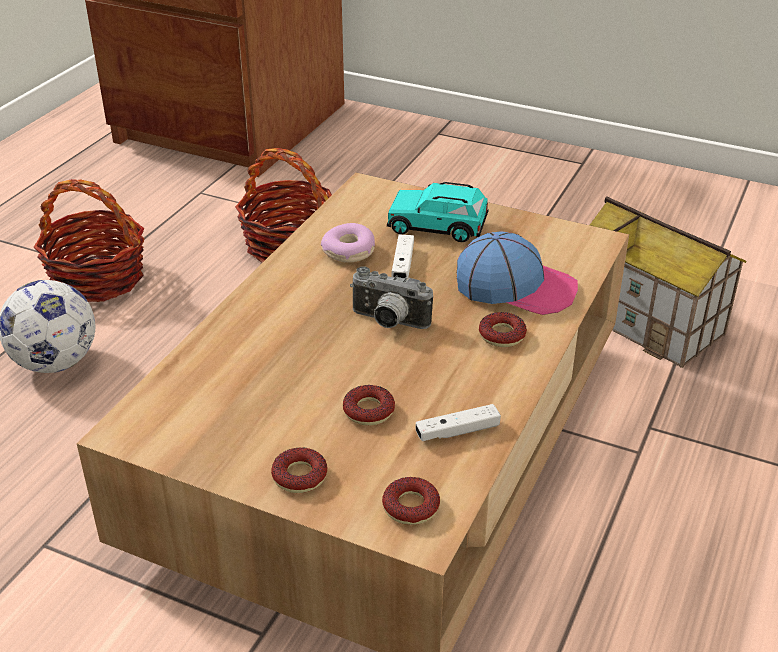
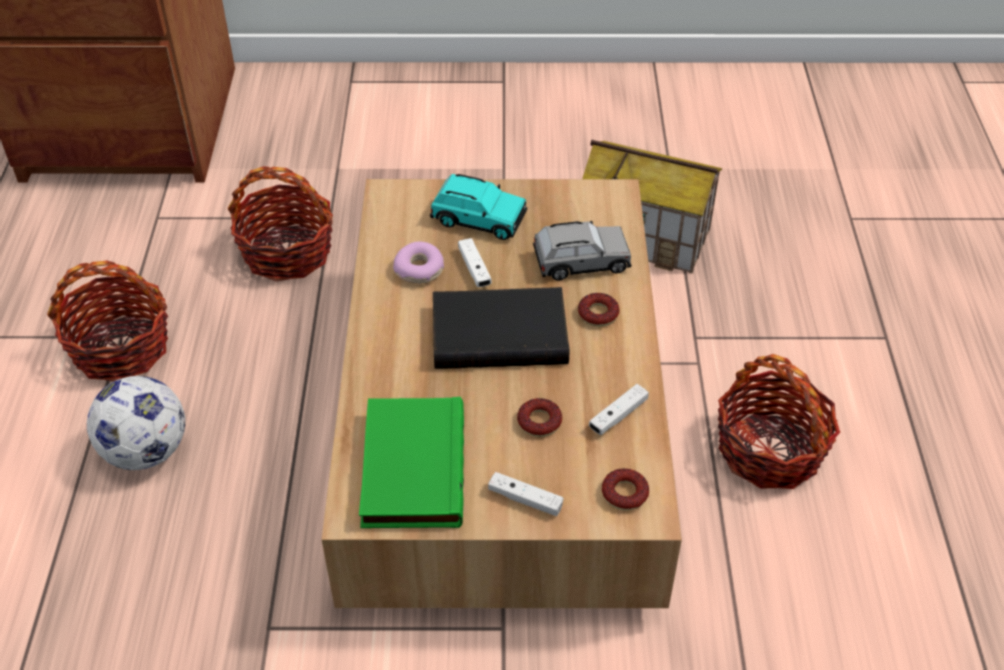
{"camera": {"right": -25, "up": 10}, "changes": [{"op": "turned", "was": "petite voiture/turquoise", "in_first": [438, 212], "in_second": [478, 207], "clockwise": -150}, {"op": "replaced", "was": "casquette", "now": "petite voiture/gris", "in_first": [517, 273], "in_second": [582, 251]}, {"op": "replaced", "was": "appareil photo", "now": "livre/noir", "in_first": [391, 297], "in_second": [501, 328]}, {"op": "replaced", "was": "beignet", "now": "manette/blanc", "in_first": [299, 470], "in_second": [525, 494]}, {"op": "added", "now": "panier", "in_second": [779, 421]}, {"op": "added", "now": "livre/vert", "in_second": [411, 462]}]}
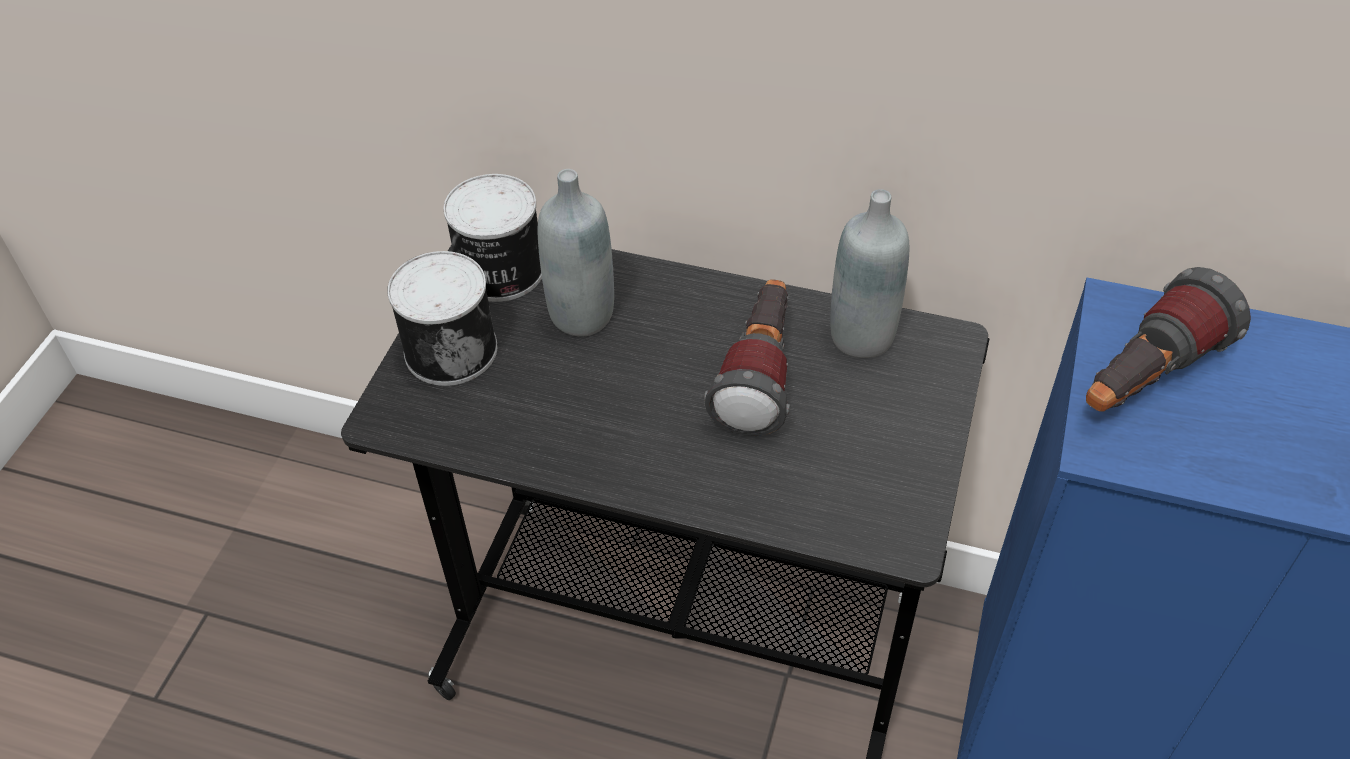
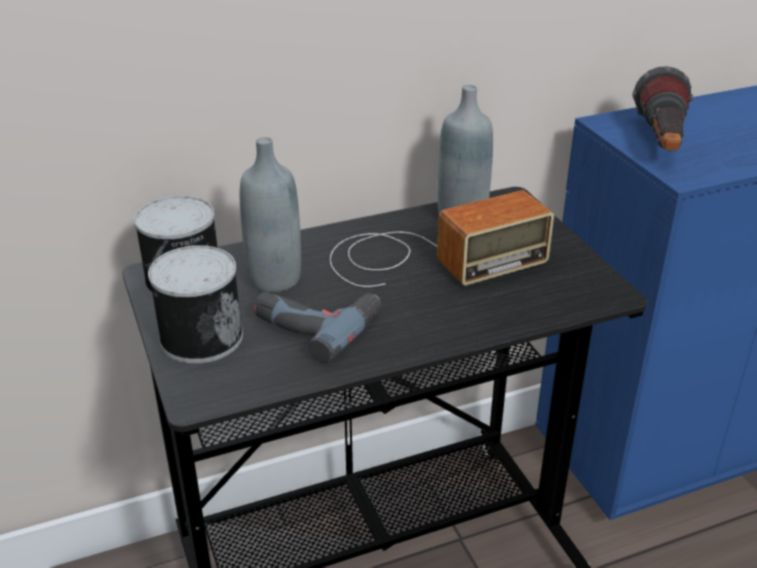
{"camera": {"right": -40, "up": -15}, "changes": [{"op": "replaced", "was": "lampe de poche", "now": "radio", "in_first": [747, 357], "in_second": [442, 238]}, {"op": "added", "now": "perceuse", "in_second": [317, 327]}]}
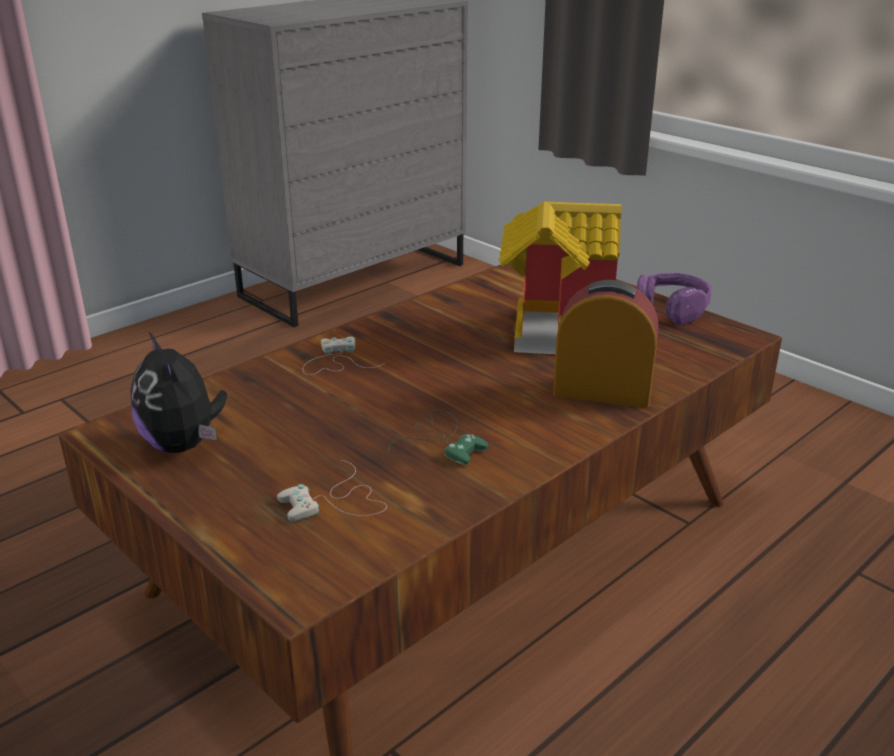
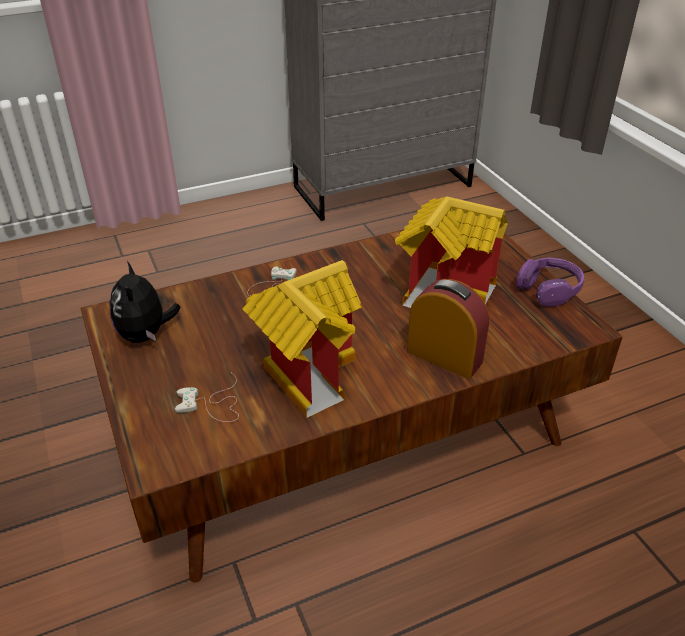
{"camera": {"right": 20, "up": 10}, "changes": [{"op": "replaced", "was": "manette/vert", "now": "maison miniature", "in_first": [438, 437], "in_second": [302, 338]}]}
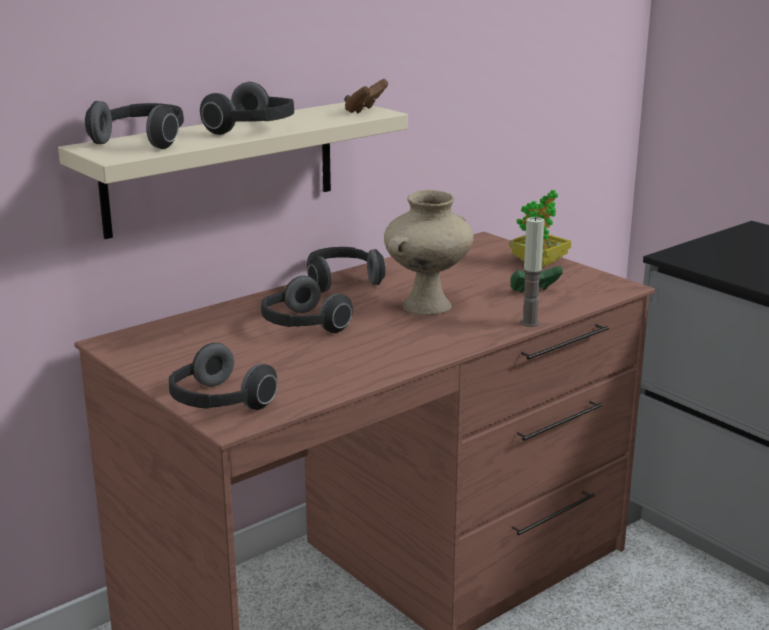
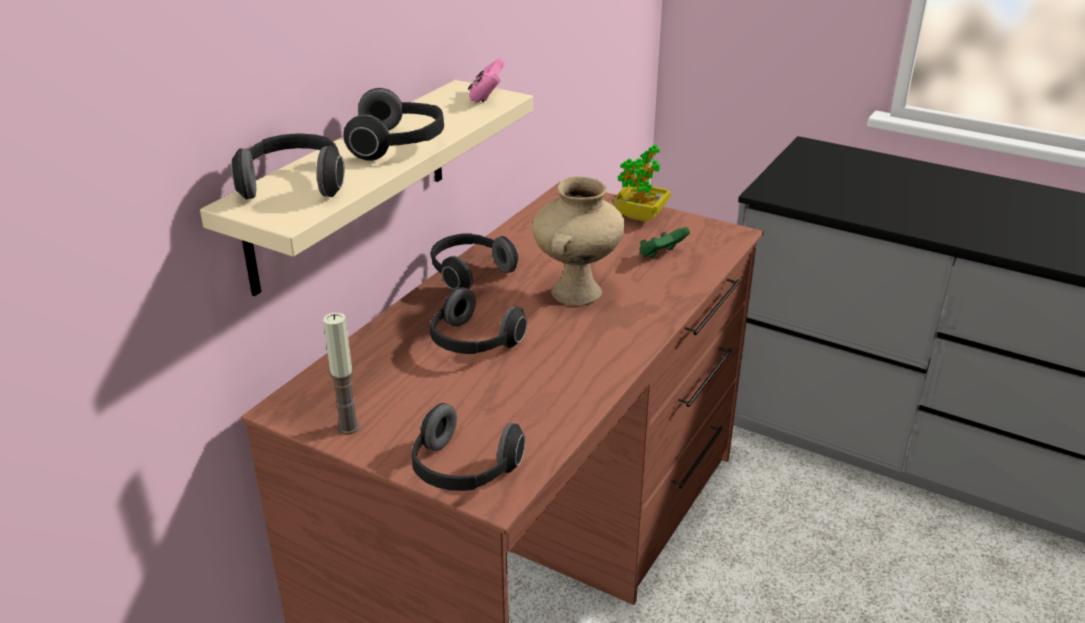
{"camera": {"right": -20, "up": 10}, "changes": [{"op": "recoloured", "was": "manette/marron", "now": "manette/rose", "in_first": [366, 96], "in_second": [486, 80]}, {"op": "moved", "was": "bougie", "in_first": [532, 271], "in_second": [341, 374]}]}
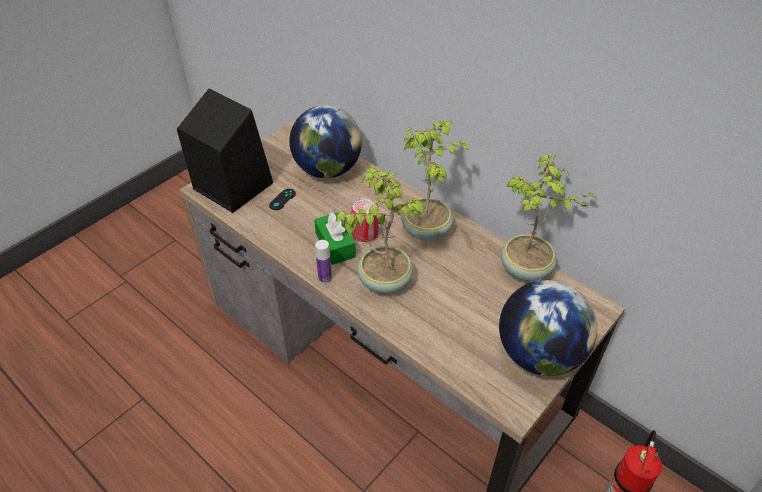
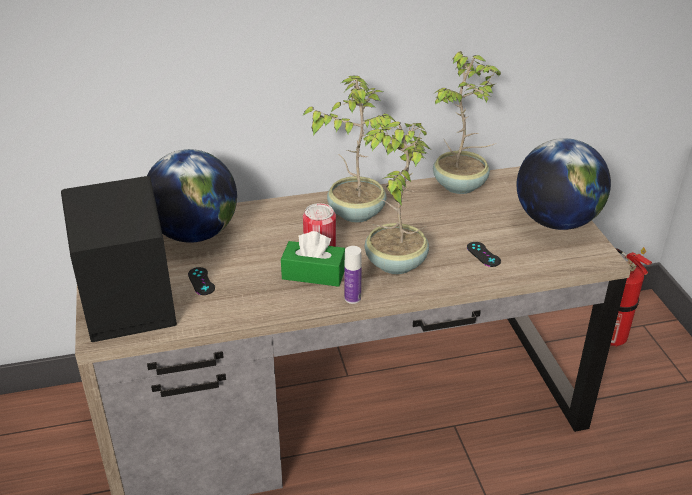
{"camera": {"right": -55, "up": -10}, "changes": [{"op": "added", "now": "manette/noir", "in_second": [484, 254]}]}
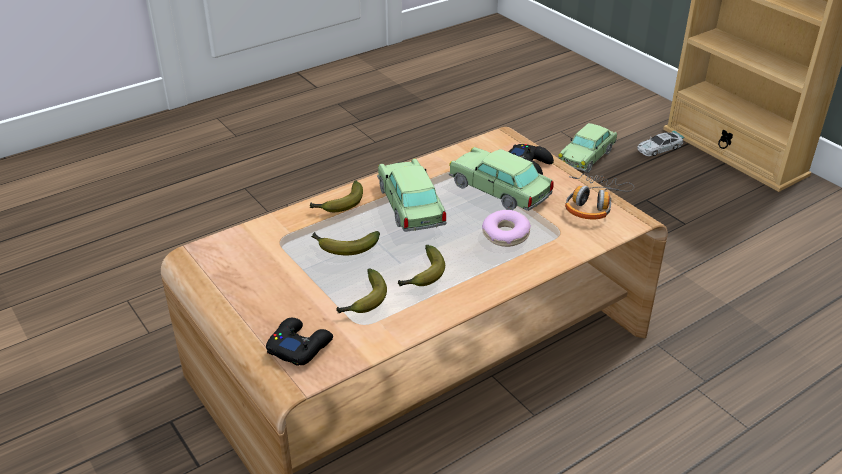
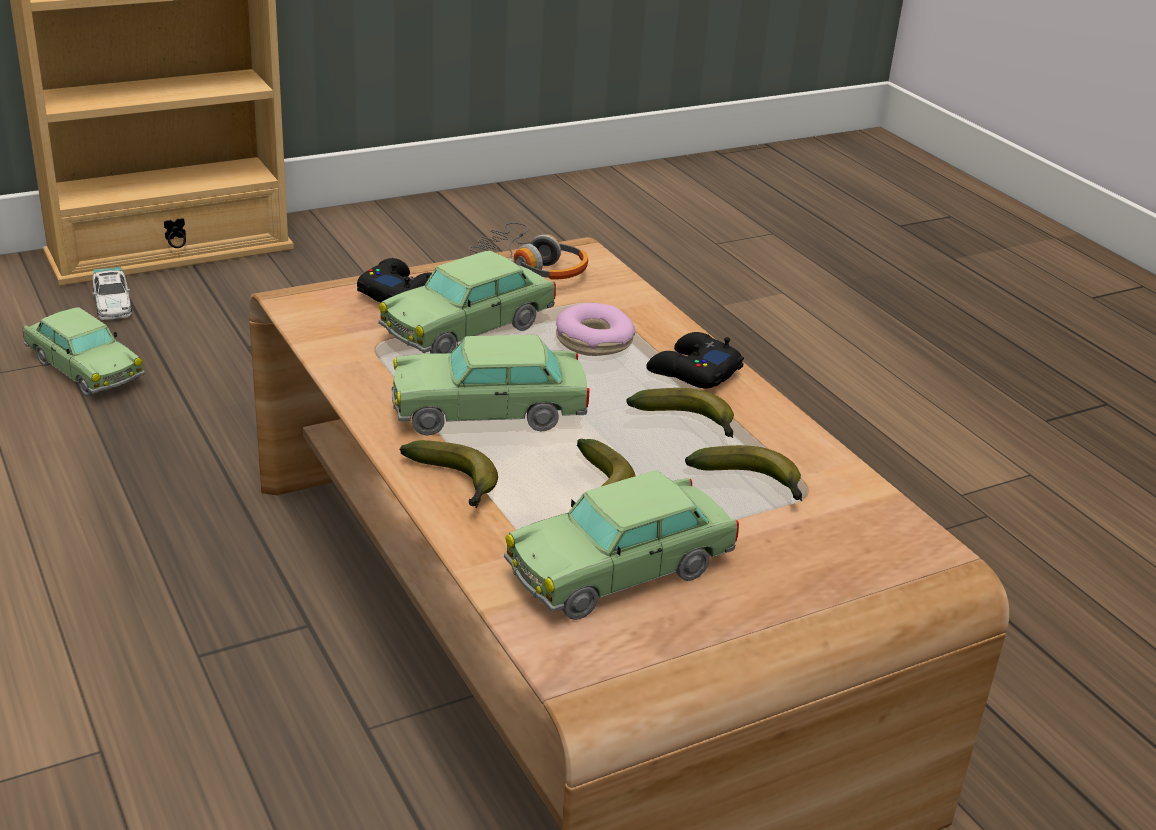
{"camera": {"right": -85, "up": -5}, "changes": [{"op": "moved", "was": "manette/noir", "in_first": [299, 342], "in_second": [695, 360]}, {"op": "added", "now": "petite voiture", "in_second": [621, 545]}]}
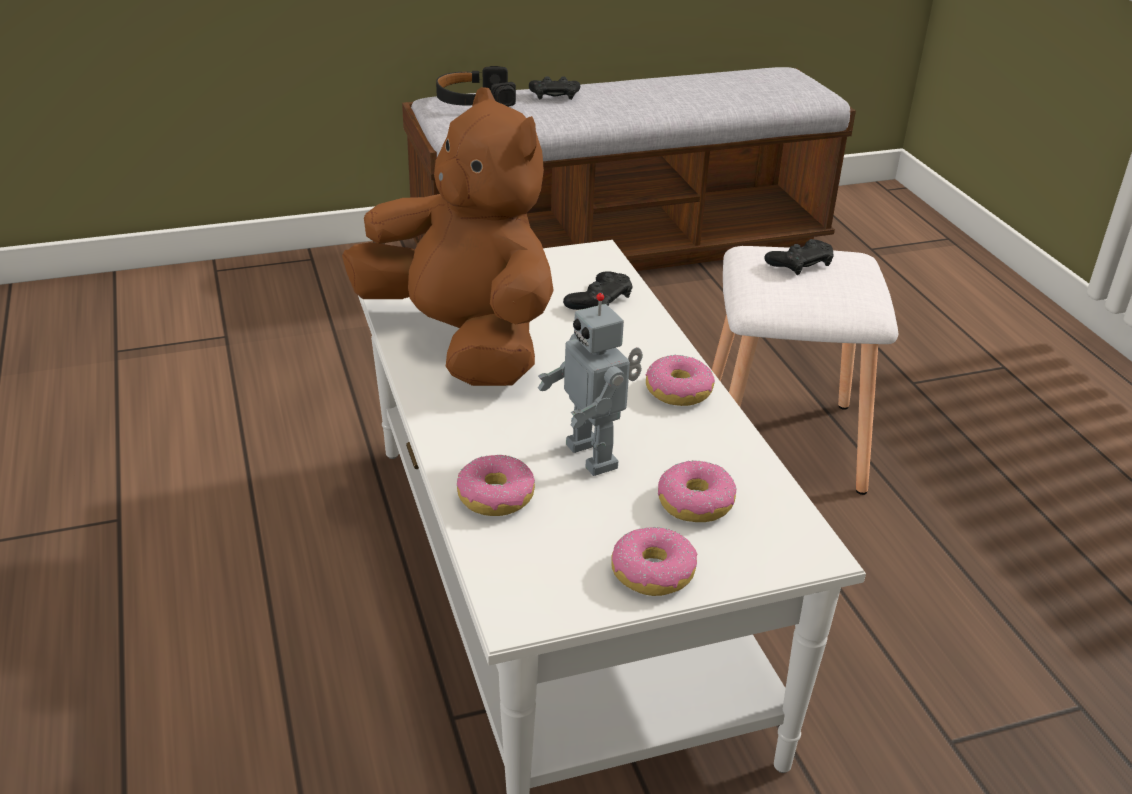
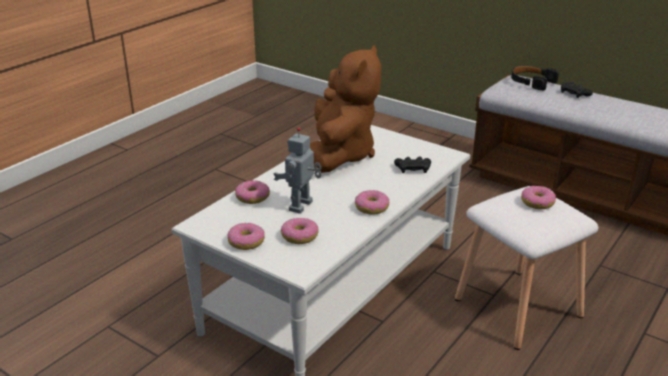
{"camera": {"right": 55, "up": -5}, "changes": [{"op": "replaced", "was": "manette/noir", "now": "beignet", "in_first": [799, 257], "in_second": [538, 197]}]}
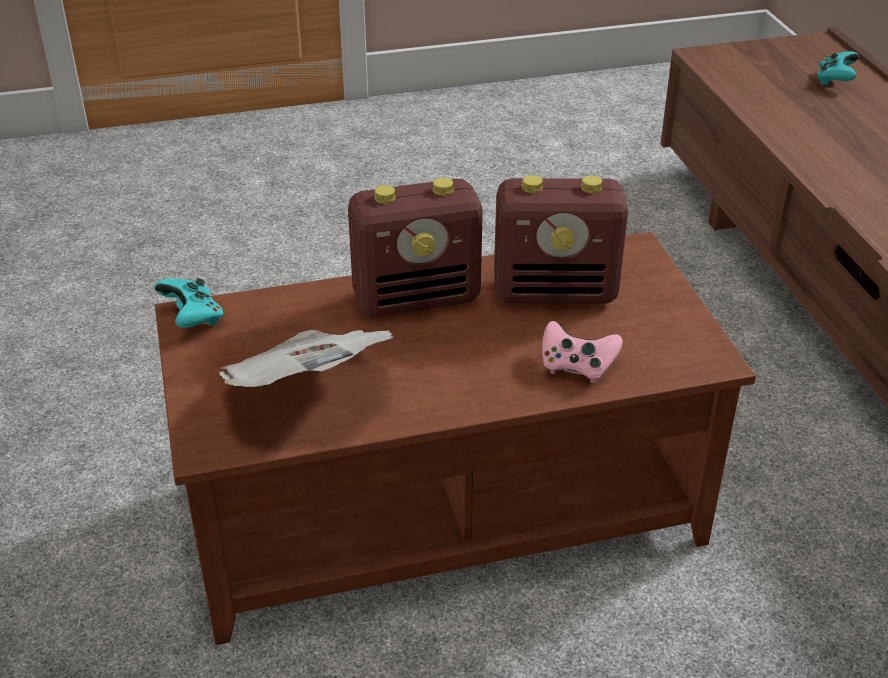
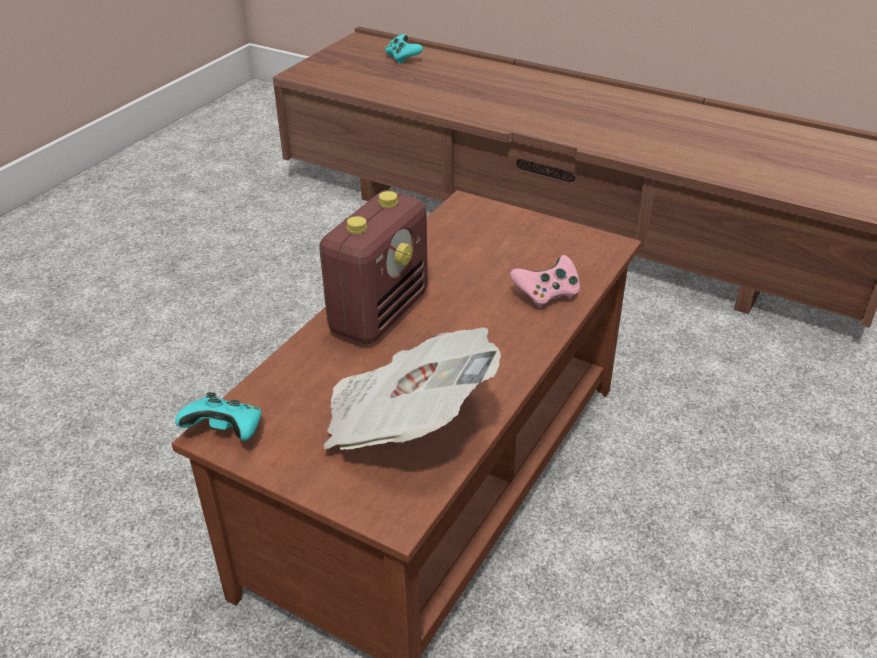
{"camera": {"right": -45, "up": 0}, "changes": [{"op": "removed", "was": "radio", "in_first": [561, 239]}]}
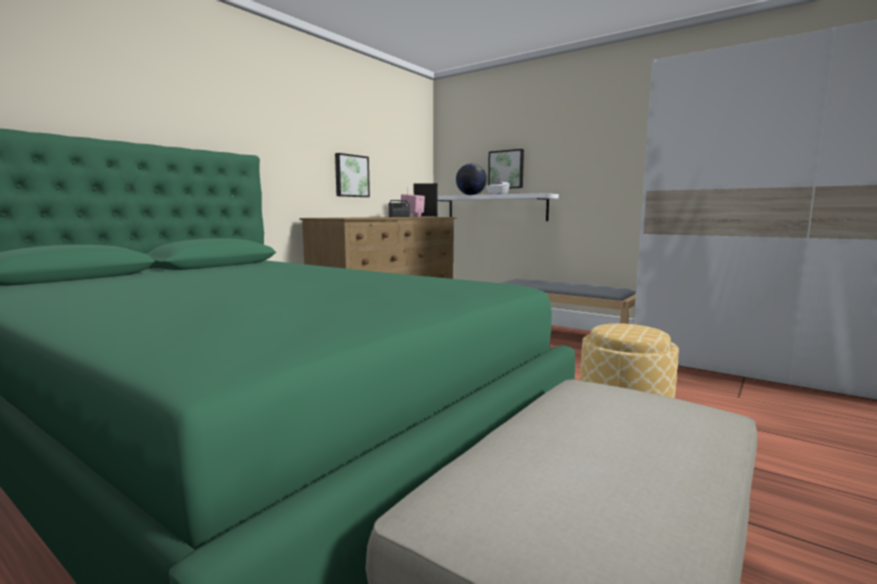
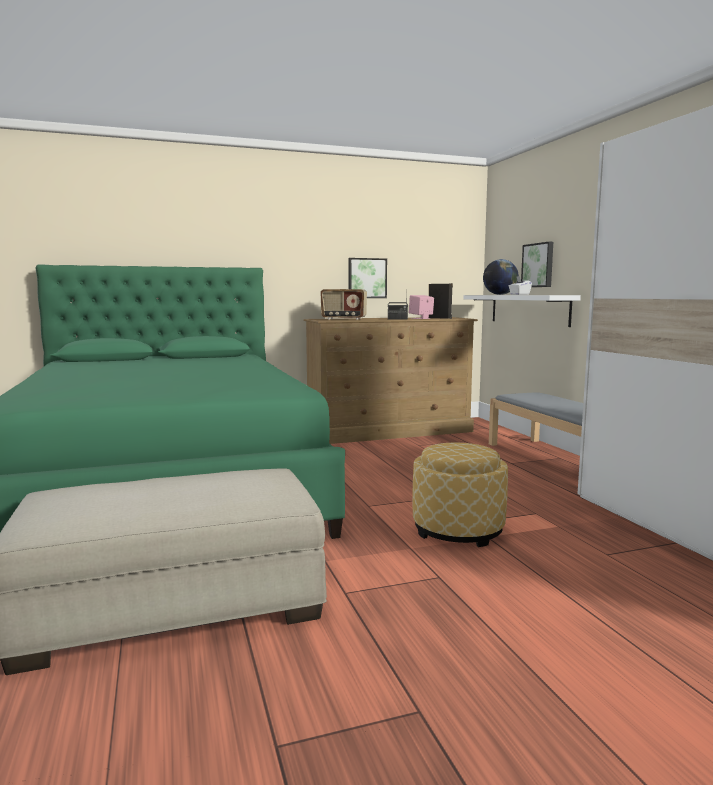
{"camera": {"right": 35, "up": 0}, "changes": [{"op": "added", "now": "radio", "in_second": [343, 304]}]}
